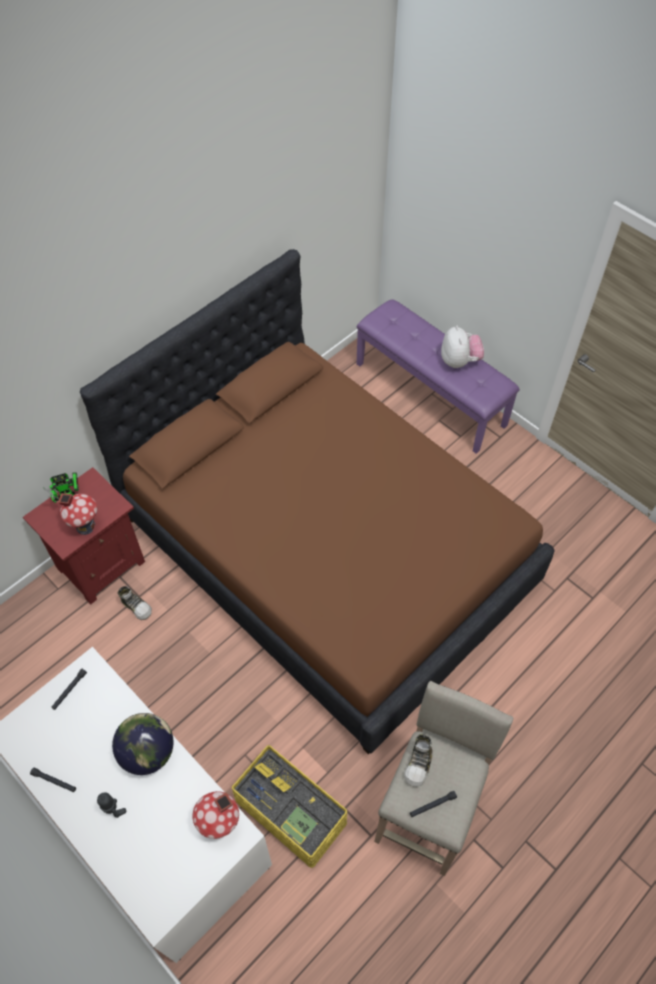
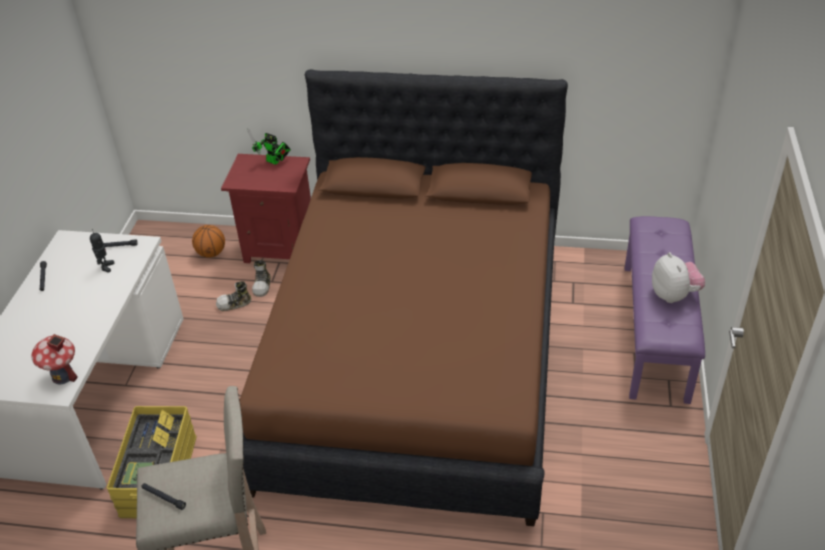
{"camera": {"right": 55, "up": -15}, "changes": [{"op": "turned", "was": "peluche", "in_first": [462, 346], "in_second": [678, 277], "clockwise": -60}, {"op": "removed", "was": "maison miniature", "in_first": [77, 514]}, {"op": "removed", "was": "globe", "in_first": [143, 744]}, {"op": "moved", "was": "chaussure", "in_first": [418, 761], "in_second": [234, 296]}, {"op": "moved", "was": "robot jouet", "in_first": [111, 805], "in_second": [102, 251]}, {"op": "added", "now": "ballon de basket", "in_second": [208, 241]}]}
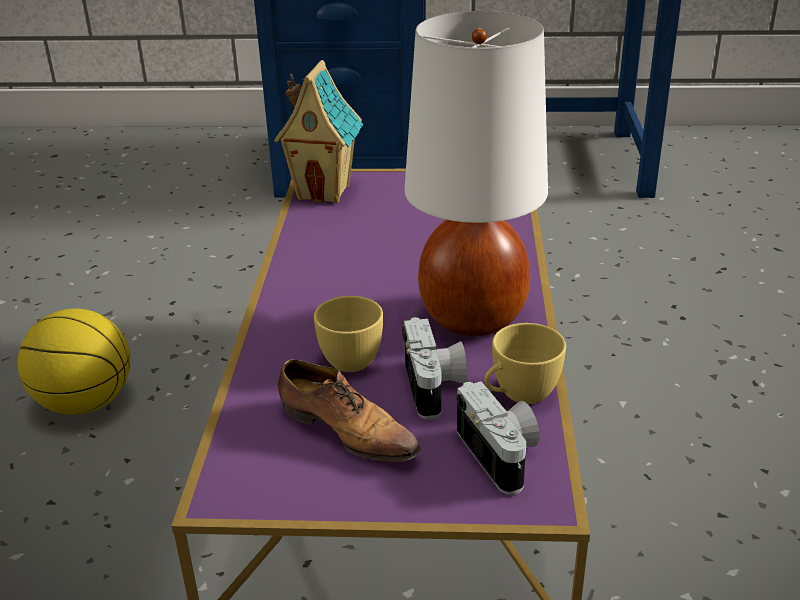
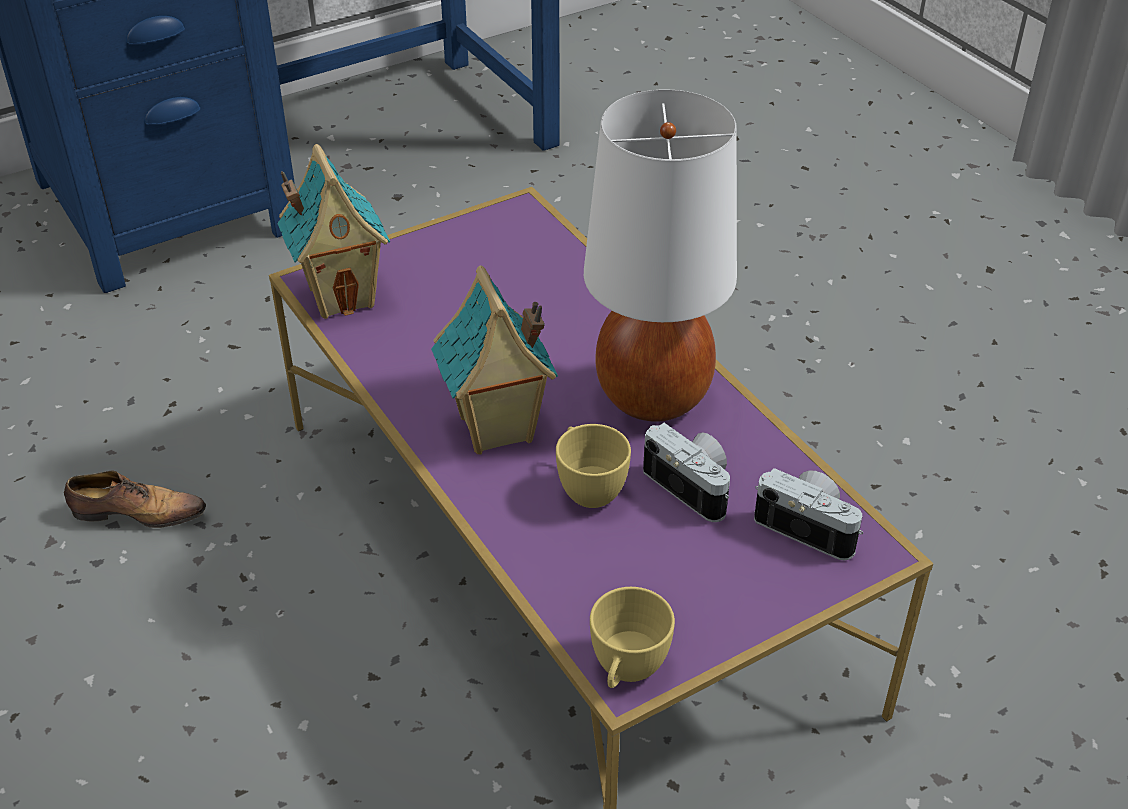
{"camera": {"right": -35, "up": 10}, "changes": [{"op": "removed", "was": "ballon de basket", "in_first": [74, 362]}, {"op": "moved", "was": "tasse/jaune", "in_first": [525, 363], "in_second": [632, 637]}, {"op": "moved", "was": "chaussure", "in_first": [349, 410], "in_second": [135, 499]}, {"op": "added", "now": "maison miniature", "in_second": [494, 359]}]}
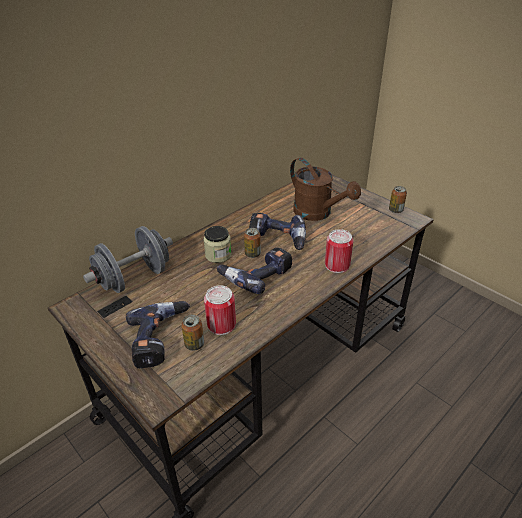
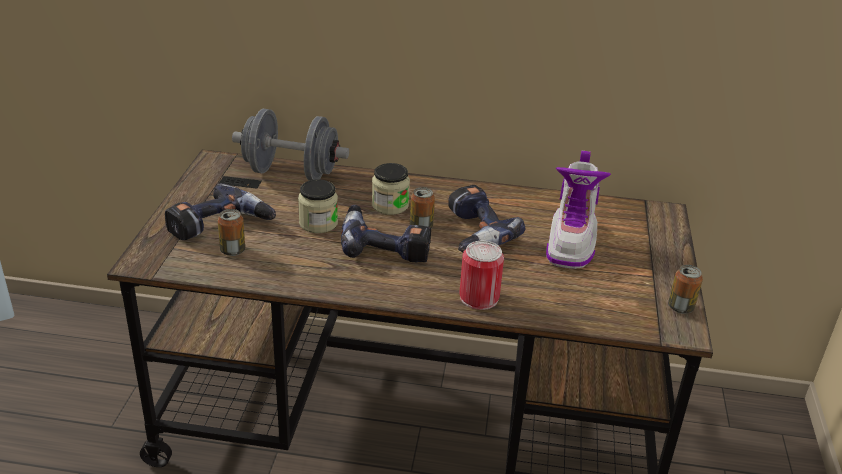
{"camera": {"right": 50, "up": -5}, "changes": [{"op": "replaced", "was": "arrosoir/marron", "now": "botte", "in_first": [325, 189], "in_second": [578, 210]}, {"op": "removed", "was": "boîte métallique", "in_first": [220, 310]}, {"op": "added", "now": "bocal", "in_second": [318, 206]}]}
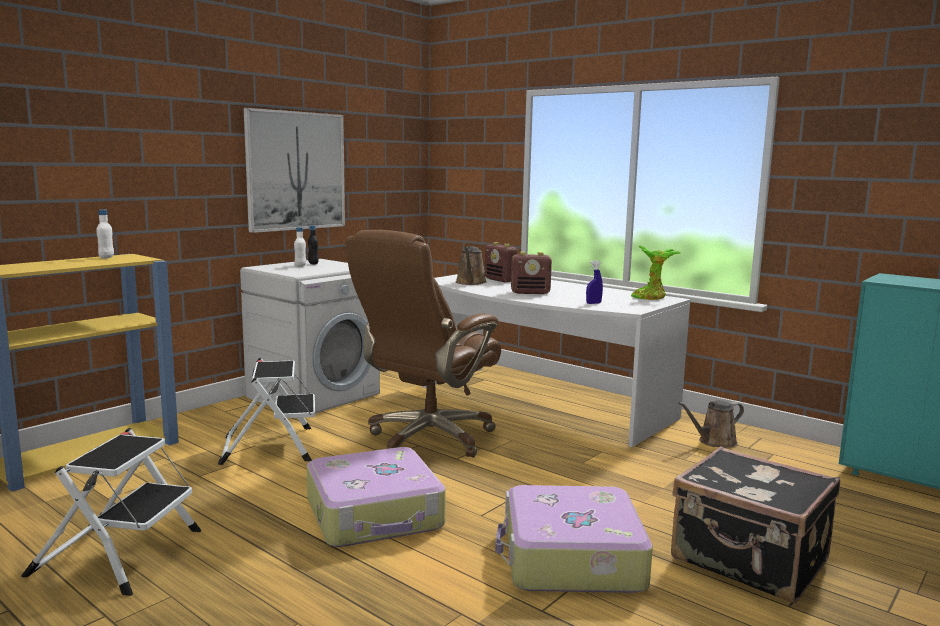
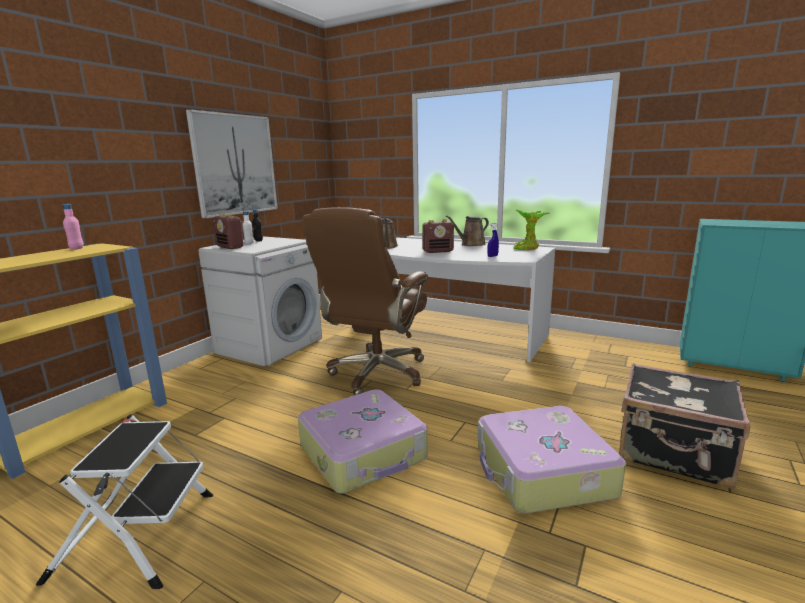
{"camera": {"right": -10, "up": 5}, "changes": [{"op": "recoloured", "was": "bouteille/blanc", "now": "bouteille/rose", "in_first": [105, 234], "in_second": [73, 227]}, {"op": "moved", "was": "radio", "in_first": [502, 262], "in_second": [228, 231]}, {"op": "removed", "was": "escabeau", "in_first": [266, 411]}, {"op": "moved", "was": "arrosoir/marron", "in_first": [711, 424], "in_second": [467, 231]}]}
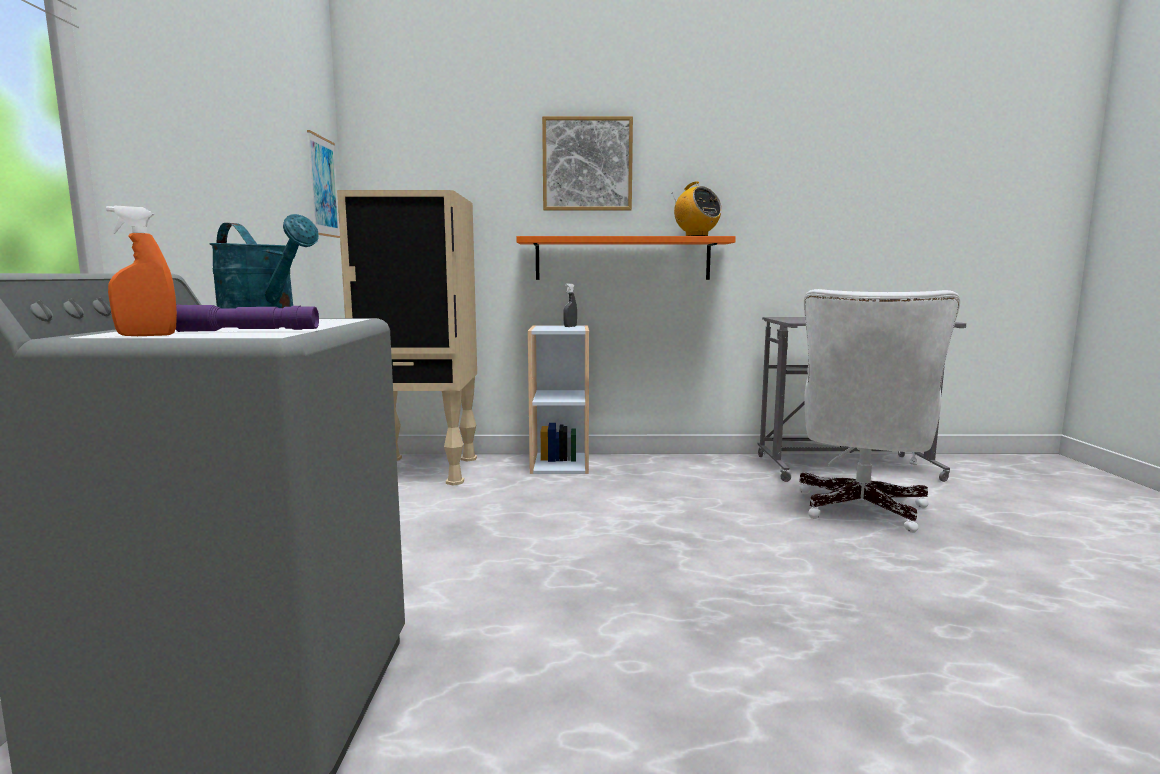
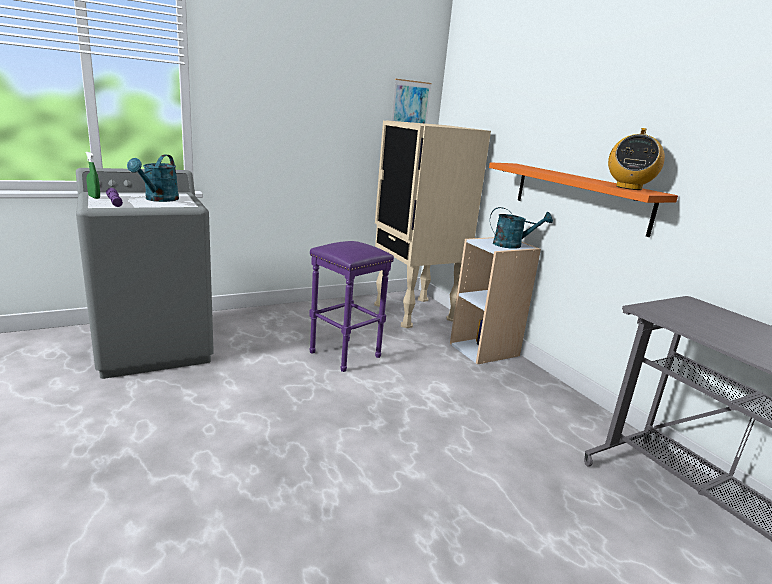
{"camera": {"right": 60, "up": 10}, "changes": [{"op": "removed", "was": "tableau", "in_first": [587, 163]}, {"op": "recoloured", "was": "vaporisateur/orange", "now": "vaporisateur/vert", "in_first": [141, 271], "in_second": [93, 175]}, {"op": "replaced", "was": "vaporisateur/gris", "now": "arrosoir/turquoise", "in_first": [570, 305], "in_second": [521, 228]}, {"op": "removed", "was": "chaise de bureau/blanc", "in_first": [879, 411]}, {"op": "added", "now": "tabouret/violet", "in_second": [351, 306]}]}
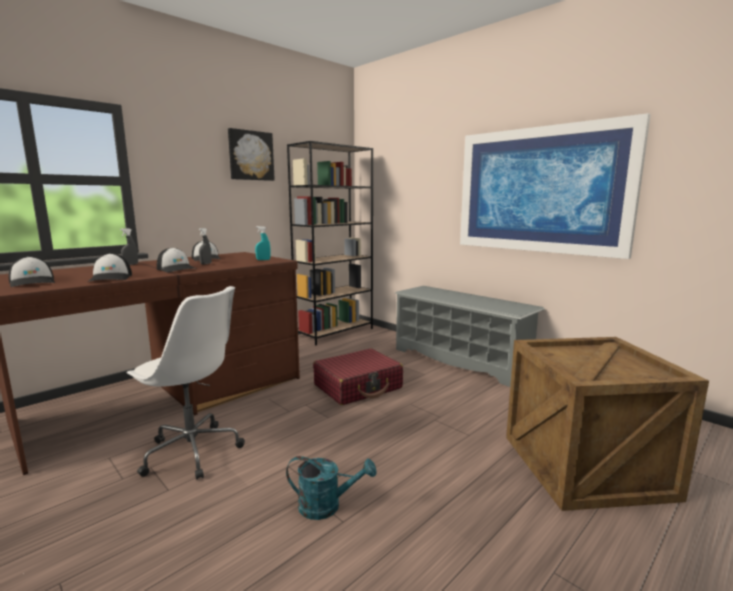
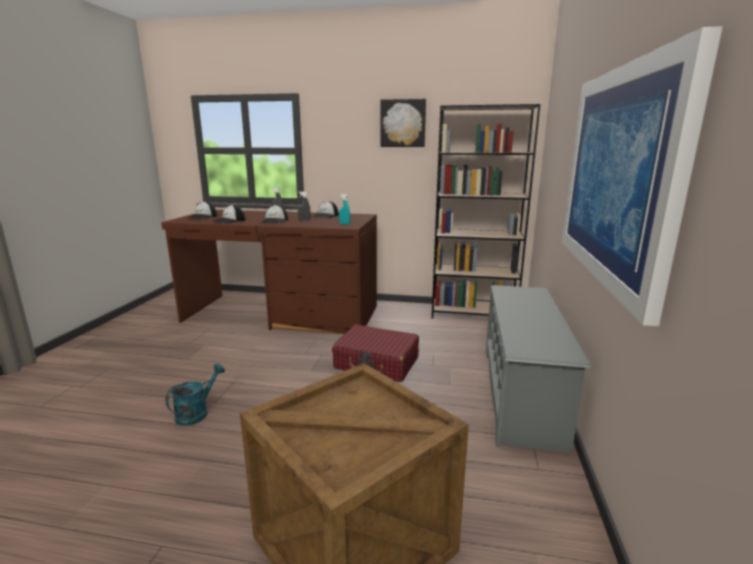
{"camera": {"right": 55, "up": 5}, "changes": [{"op": "removed", "was": "chaise de bureau/blanc", "in_first": [185, 383]}, {"op": "turned", "was": "arrosoir/turquoise", "in_first": [331, 488], "in_second": [195, 395], "clockwise": -120}]}
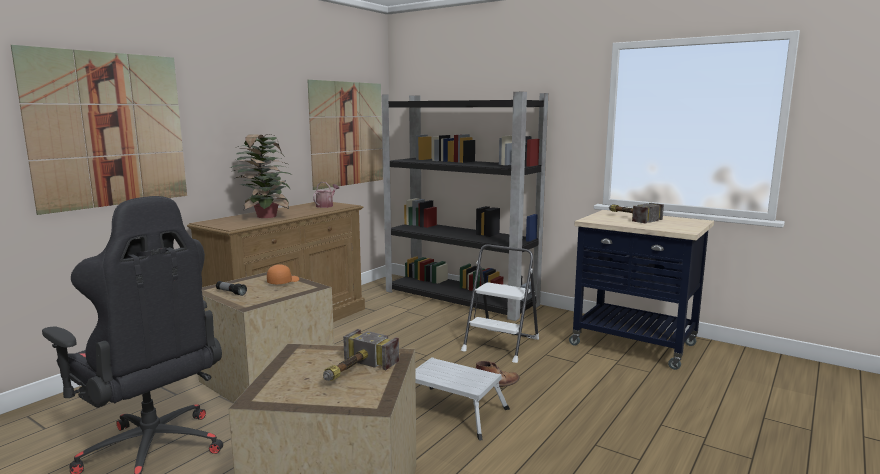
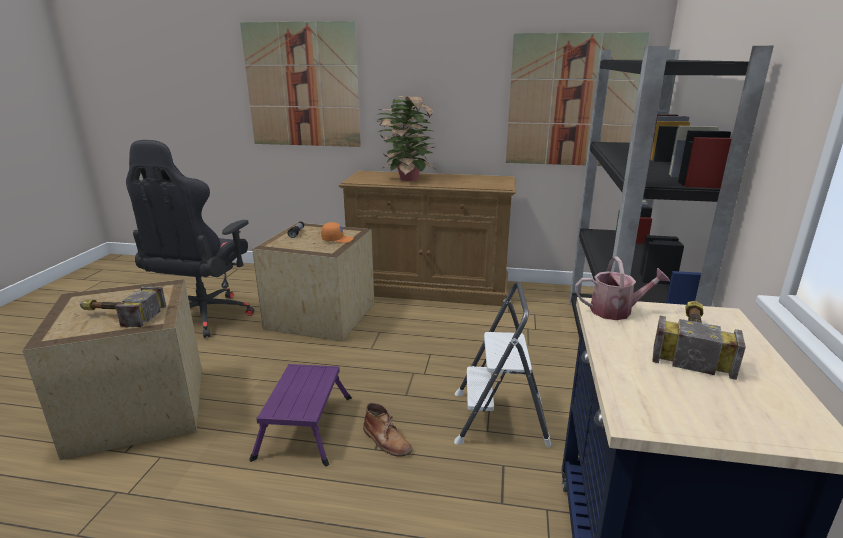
{"camera": {"right": 65, "up": 10}, "changes": [{"op": "moved", "was": "arrosoir", "in_first": [326, 195], "in_second": [622, 288]}, {"op": "recoloured", "was": "escabeau/blanc", "now": "escabeau/violet", "in_first": [462, 399], "in_second": [300, 415]}]}
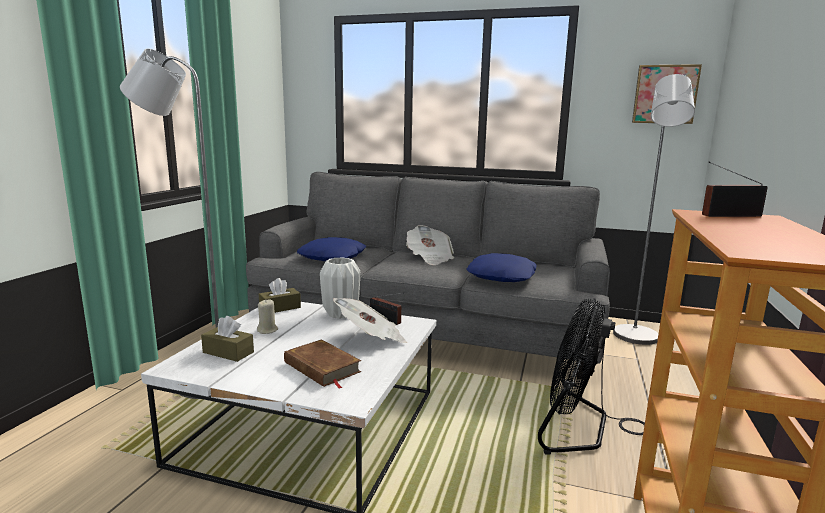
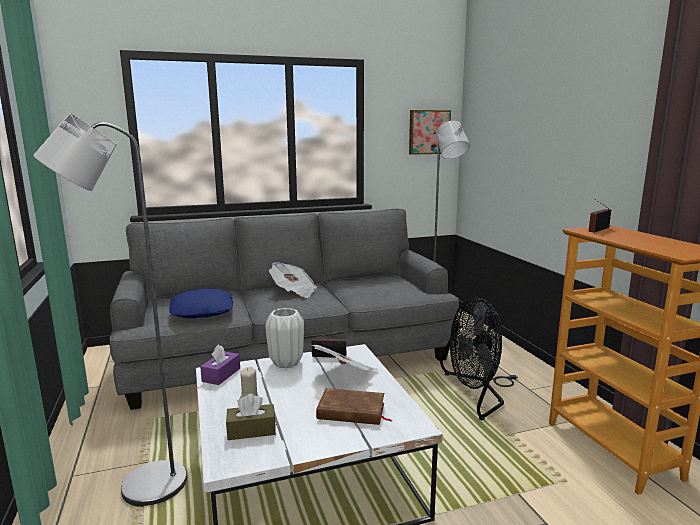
{"camera": {"right": -35, "up": 0}, "changes": [{"op": "removed", "was": "coussin/bleu", "in_first": [501, 267]}, {"op": "recoloured", "was": "boîte à mouchoirs/marron", "now": "boîte à mouchoirs/violet", "in_first": [280, 295], "in_second": [220, 364]}]}
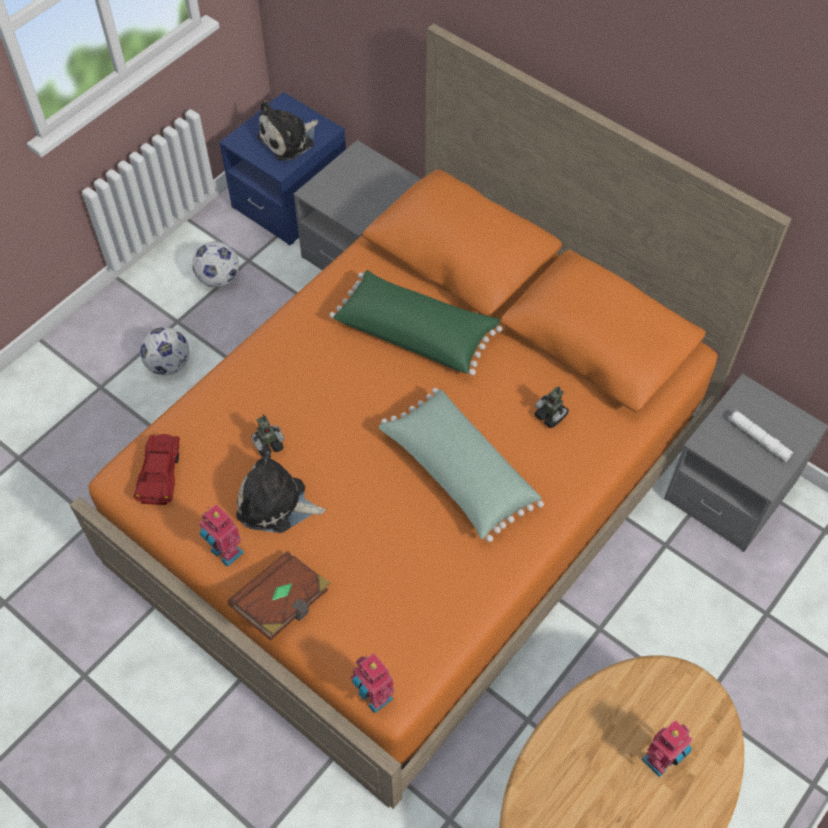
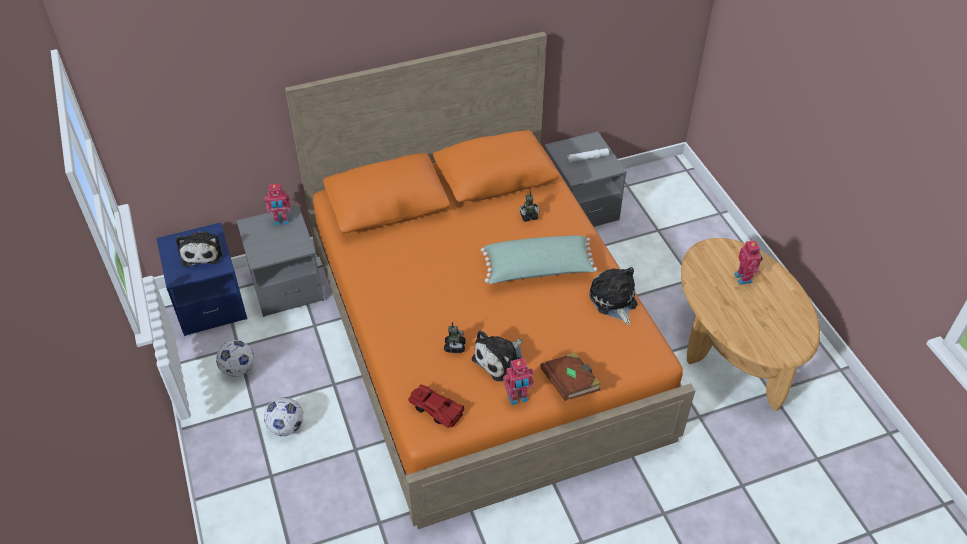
{"camera": {"right": -60, "up": -10}, "changes": [{"op": "removed", "was": "coussin/vert", "in_first": [416, 322]}, {"op": "moved", "was": "robot jouet", "in_first": [373, 683], "in_second": [277, 205]}, {"op": "added", "now": "peluche", "in_second": [613, 296]}]}
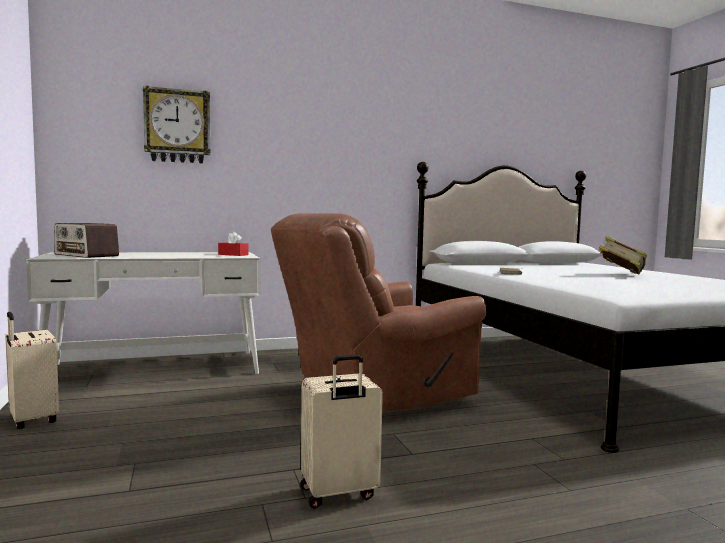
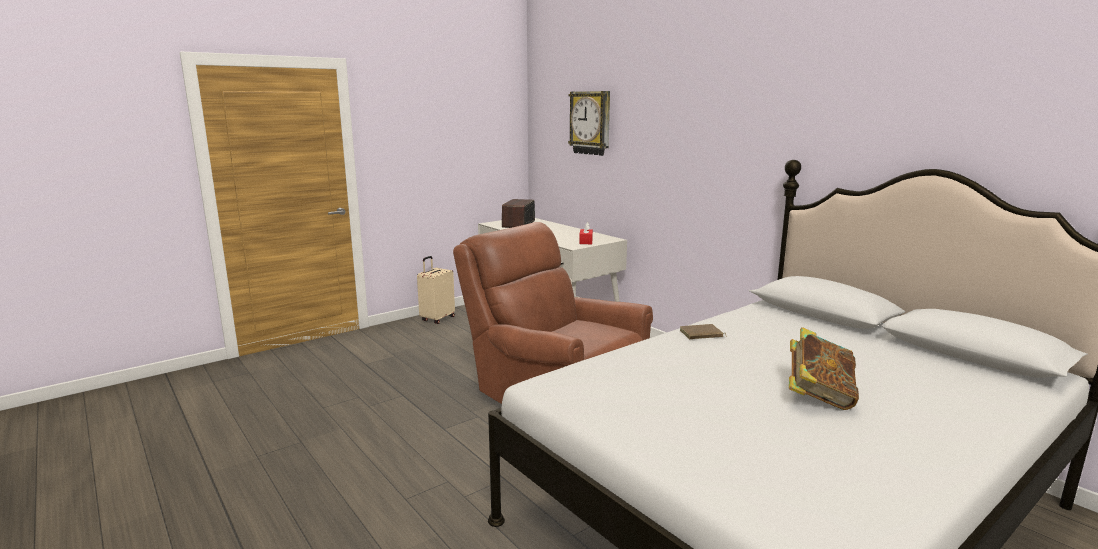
{"camera": {"right": 70, "up": 10}, "changes": [{"op": "removed", "was": "valise/beige", "in_first": [341, 431]}]}
